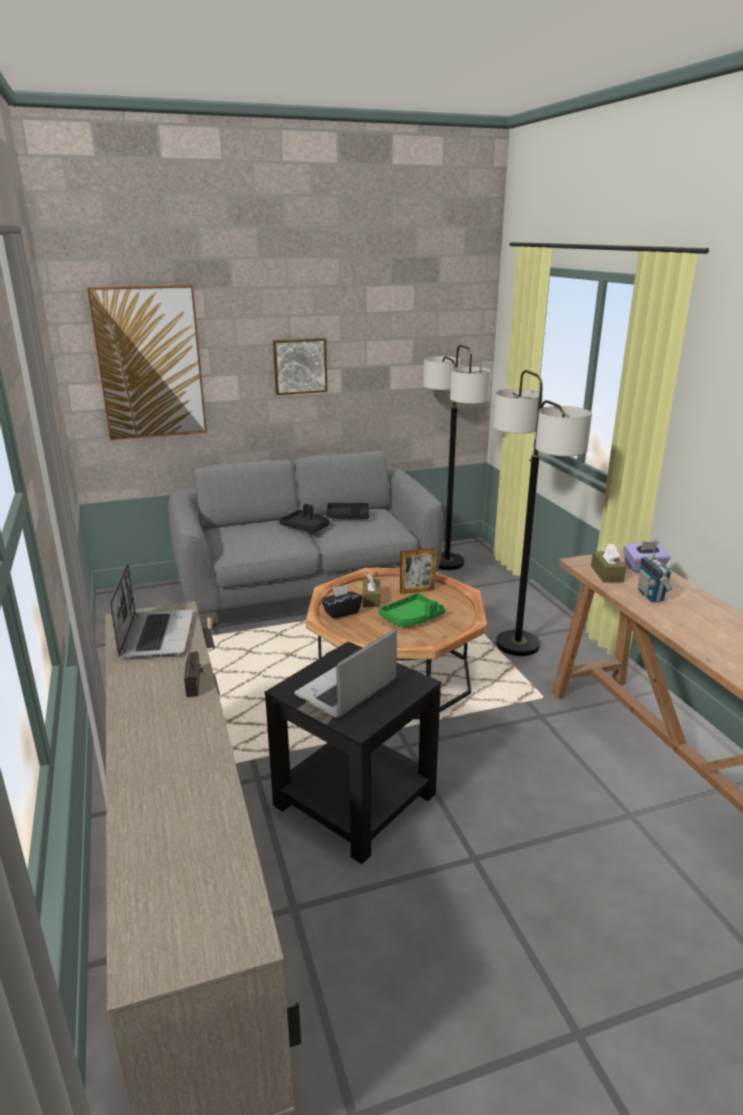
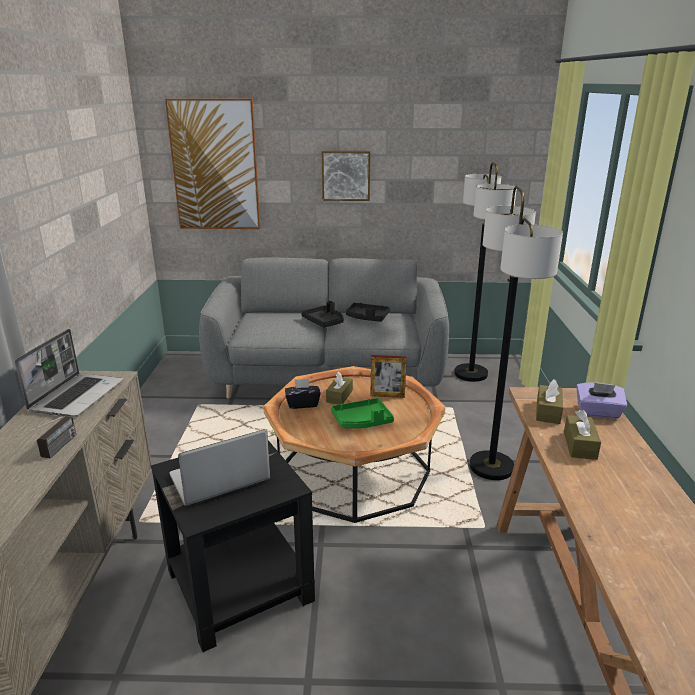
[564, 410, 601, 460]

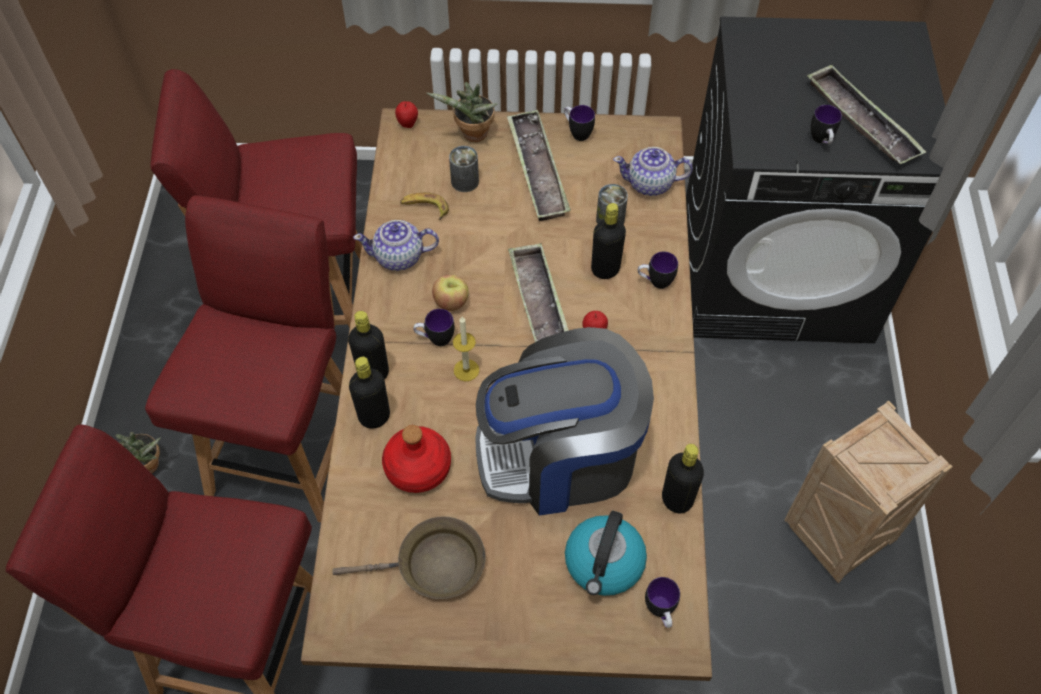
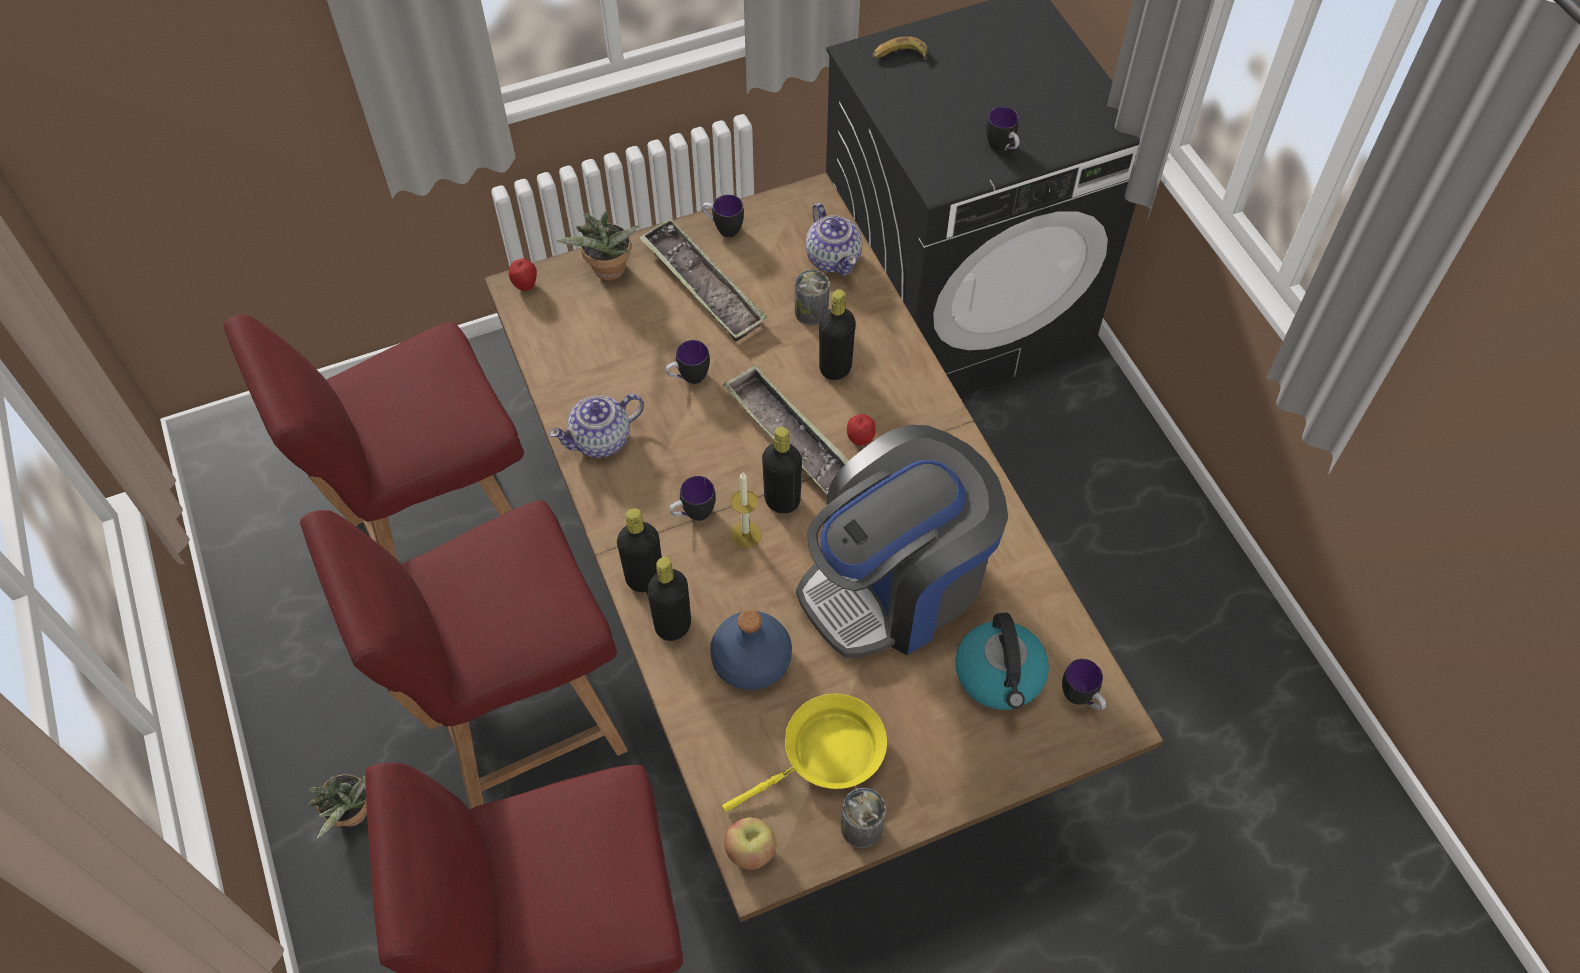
[807, 64, 926, 164] (first image)
[841, 788, 886, 848]
[806, 203, 862, 275]
[873, 36, 928, 60]
[300, 500, 627, 809]
[665, 340, 710, 384]
[724, 817, 777, 870]
[784, 400, 953, 583] (first image)
[710, 610, 792, 690]
[762, 427, 802, 513]
[722, 694, 887, 812]

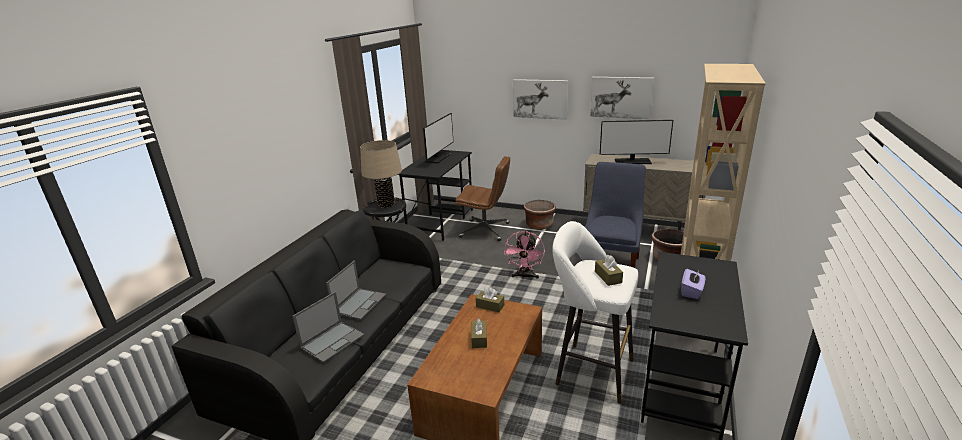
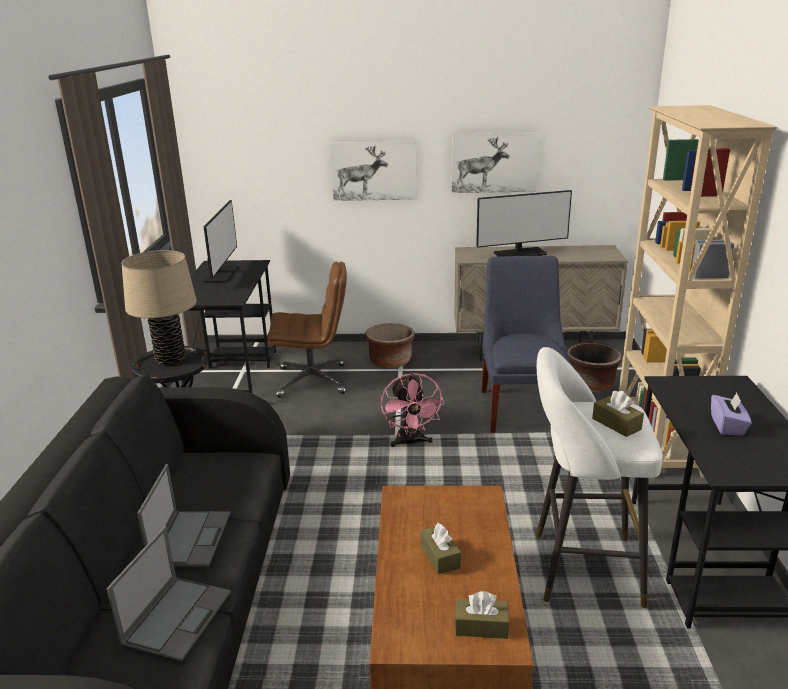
[455, 591, 509, 639]

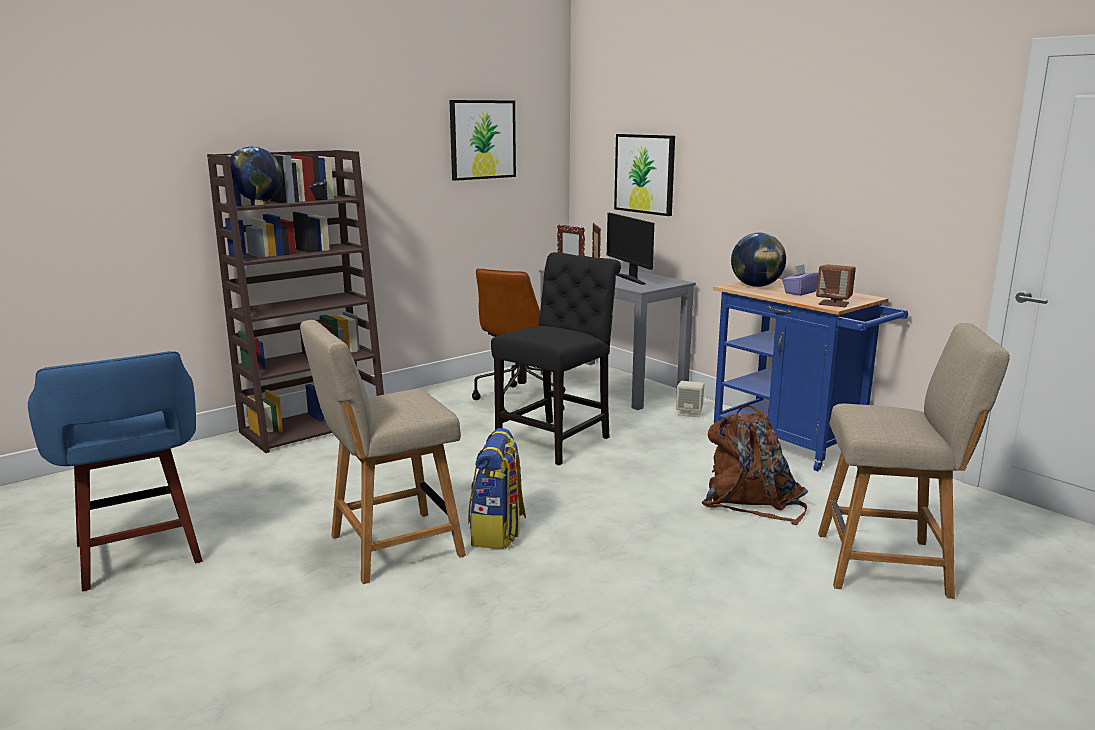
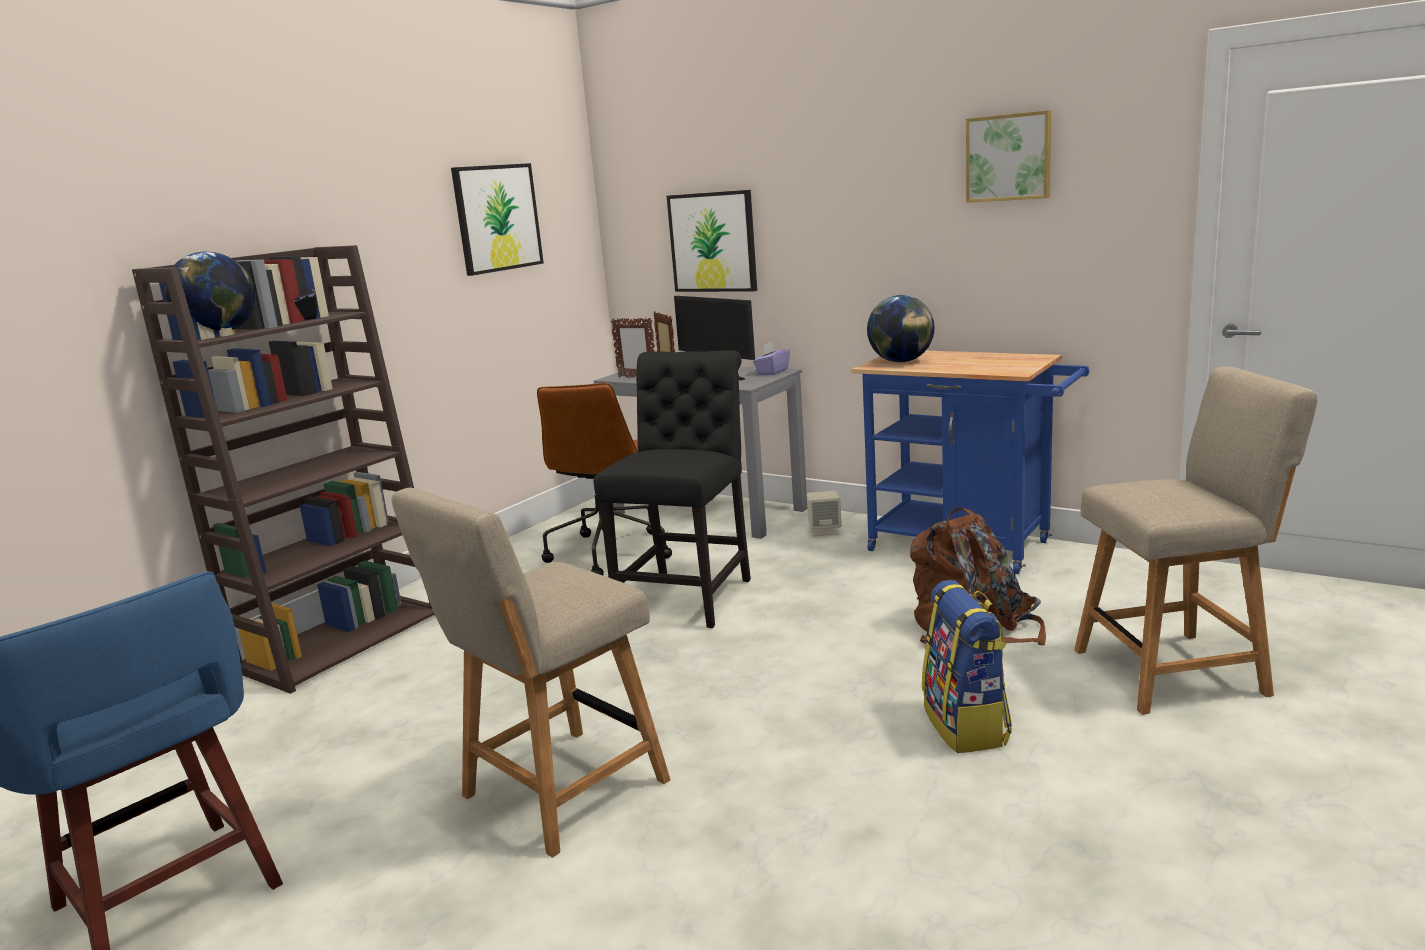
[753, 342, 790, 375]
[816, 264, 856, 307] (first image)
[922, 580, 1012, 753]
[966, 110, 1051, 203]

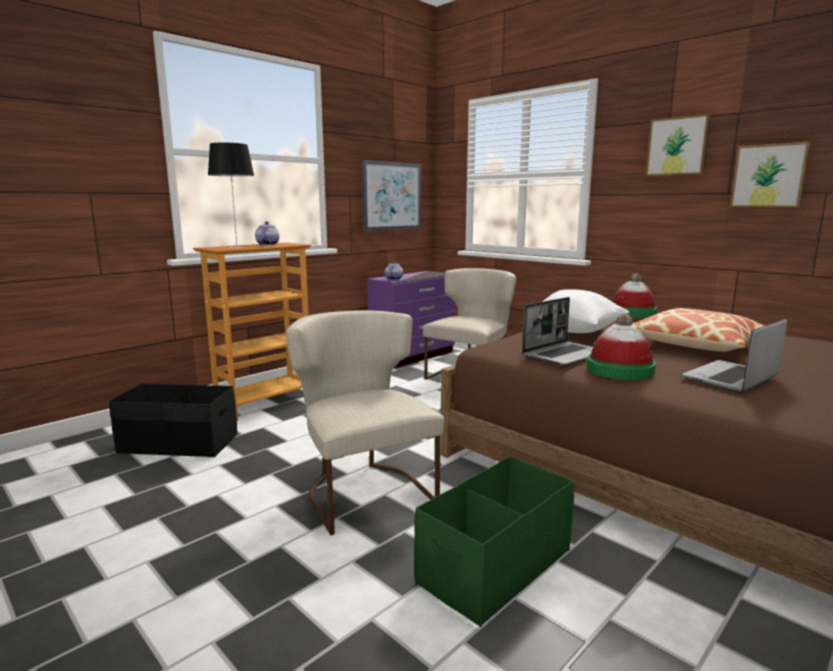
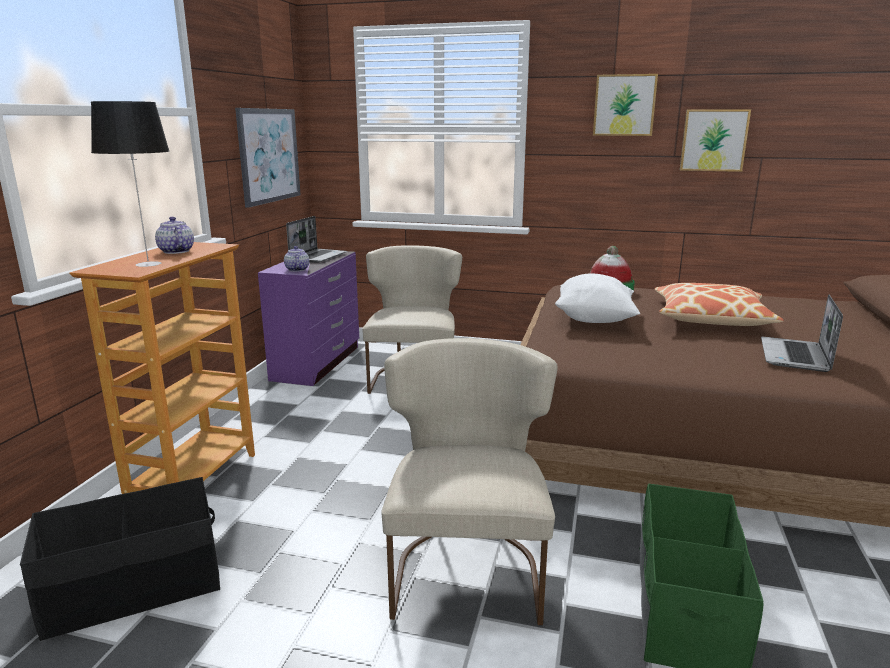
[286, 216, 347, 263]
[381, 338, 558, 625]
[587, 314, 656, 380] (first image)

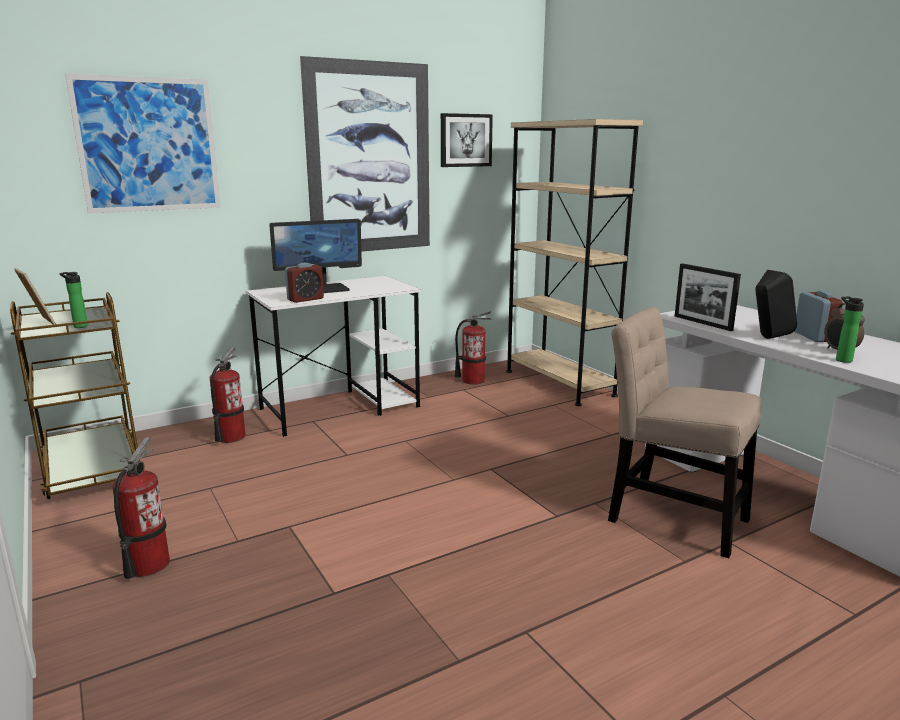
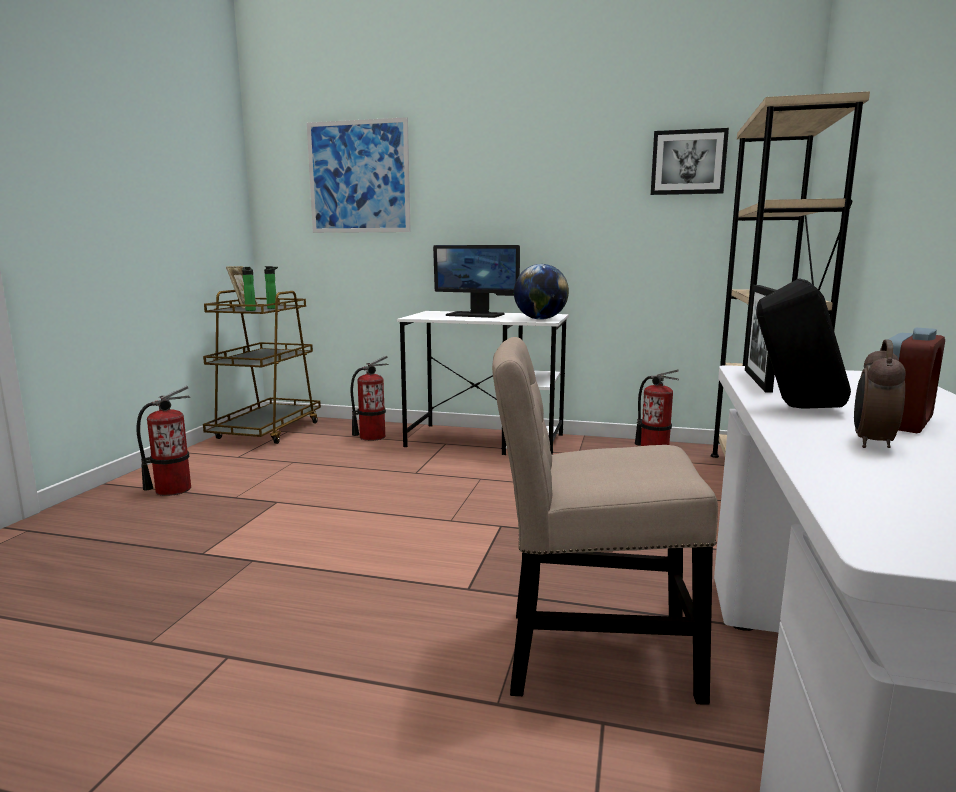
[300, 56, 430, 252] (first image)
[285, 263, 324, 303] (first image)
[264, 266, 278, 309]
[492, 337, 718, 705]
[514, 264, 569, 320]

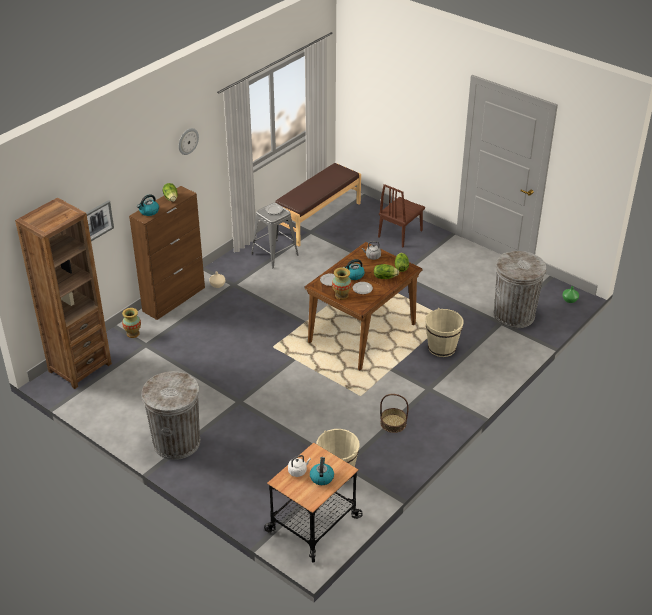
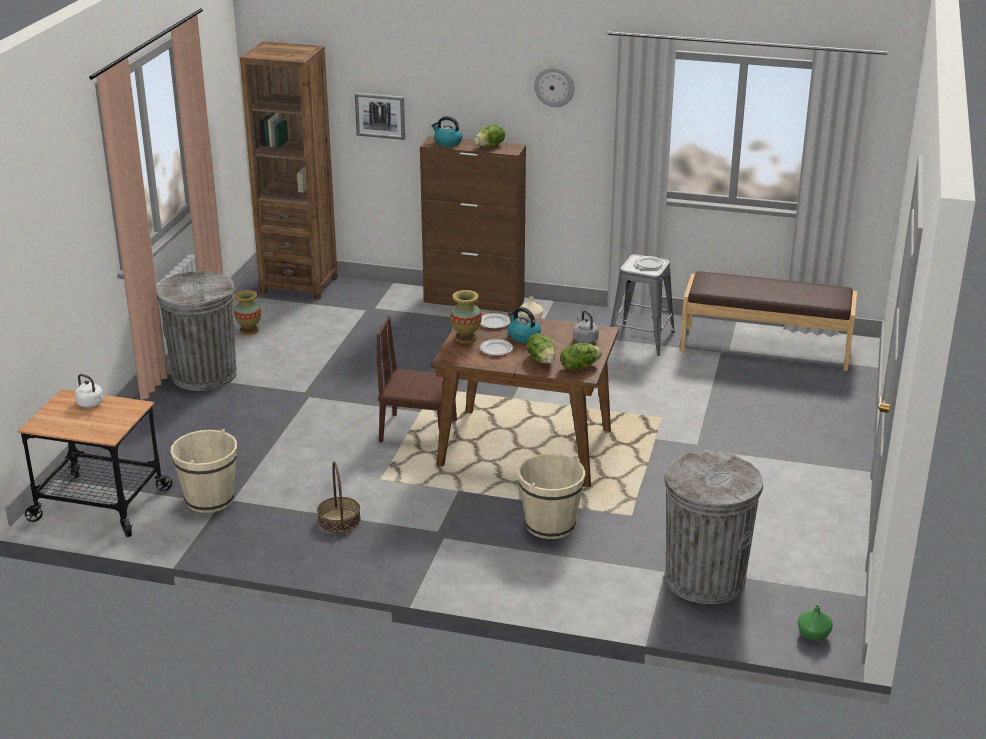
[377, 316, 457, 443]
[234, 290, 261, 335]
[310, 457, 334, 485] (first image)

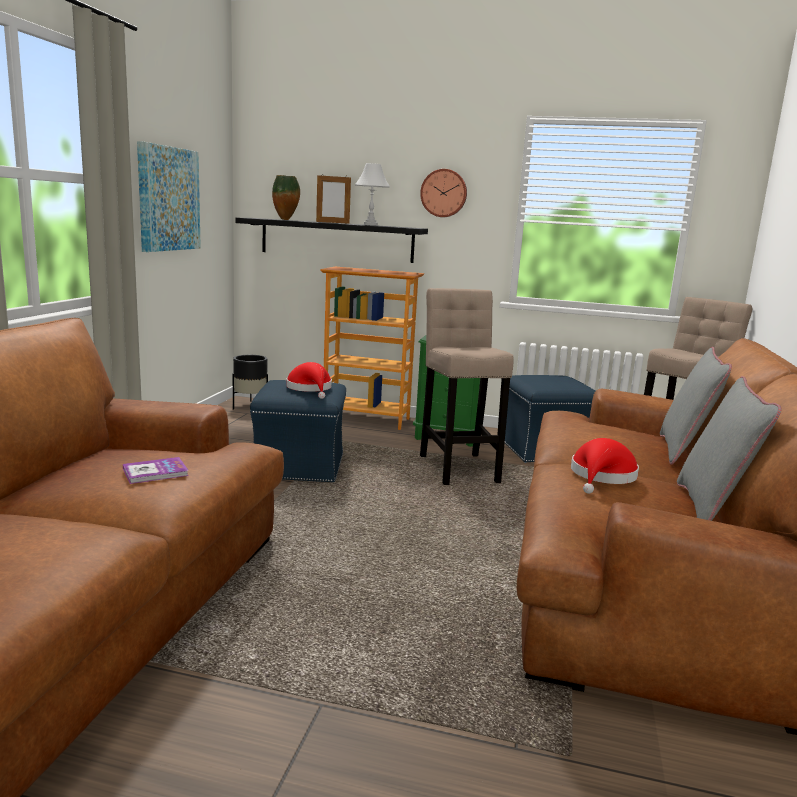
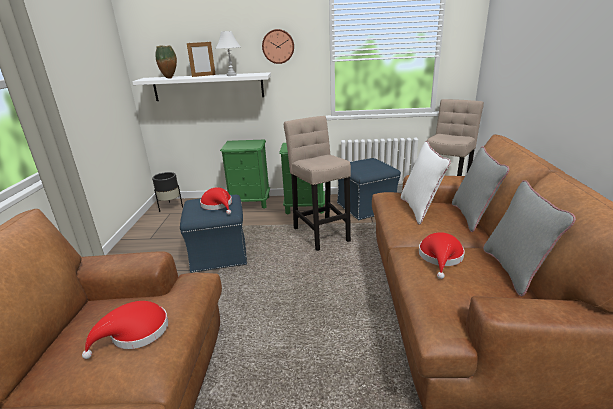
[137, 141, 201, 252] (first image)
[132, 72, 271, 101]
[220, 139, 270, 209]
[82, 301, 169, 359]
[401, 141, 451, 225]

